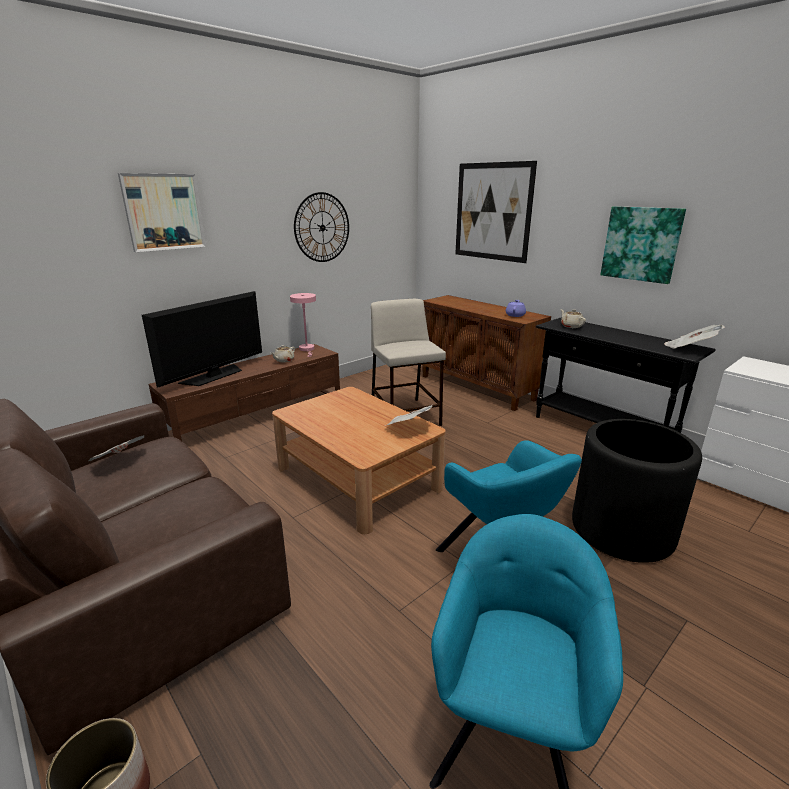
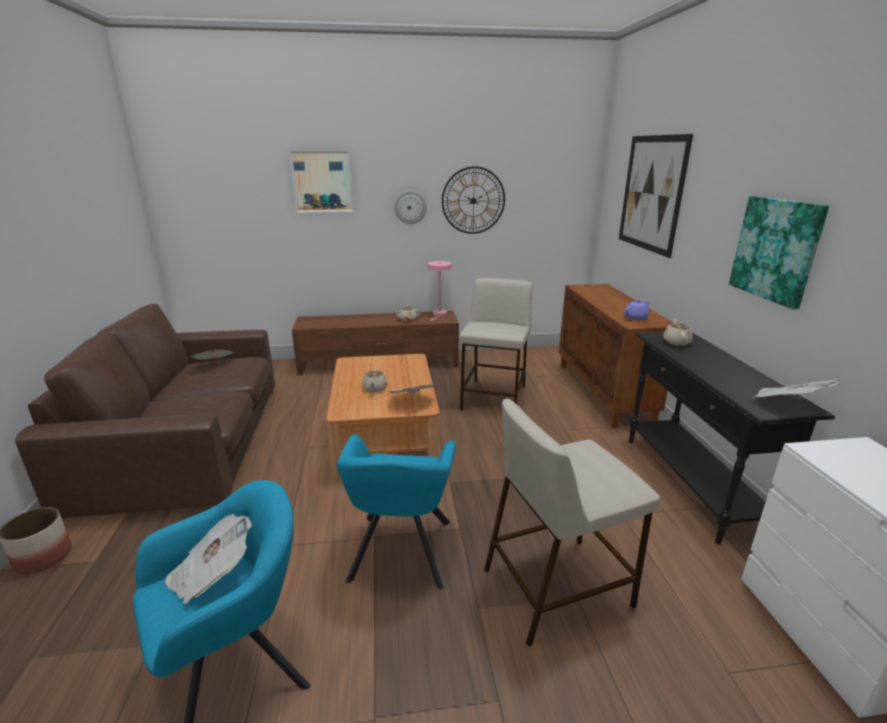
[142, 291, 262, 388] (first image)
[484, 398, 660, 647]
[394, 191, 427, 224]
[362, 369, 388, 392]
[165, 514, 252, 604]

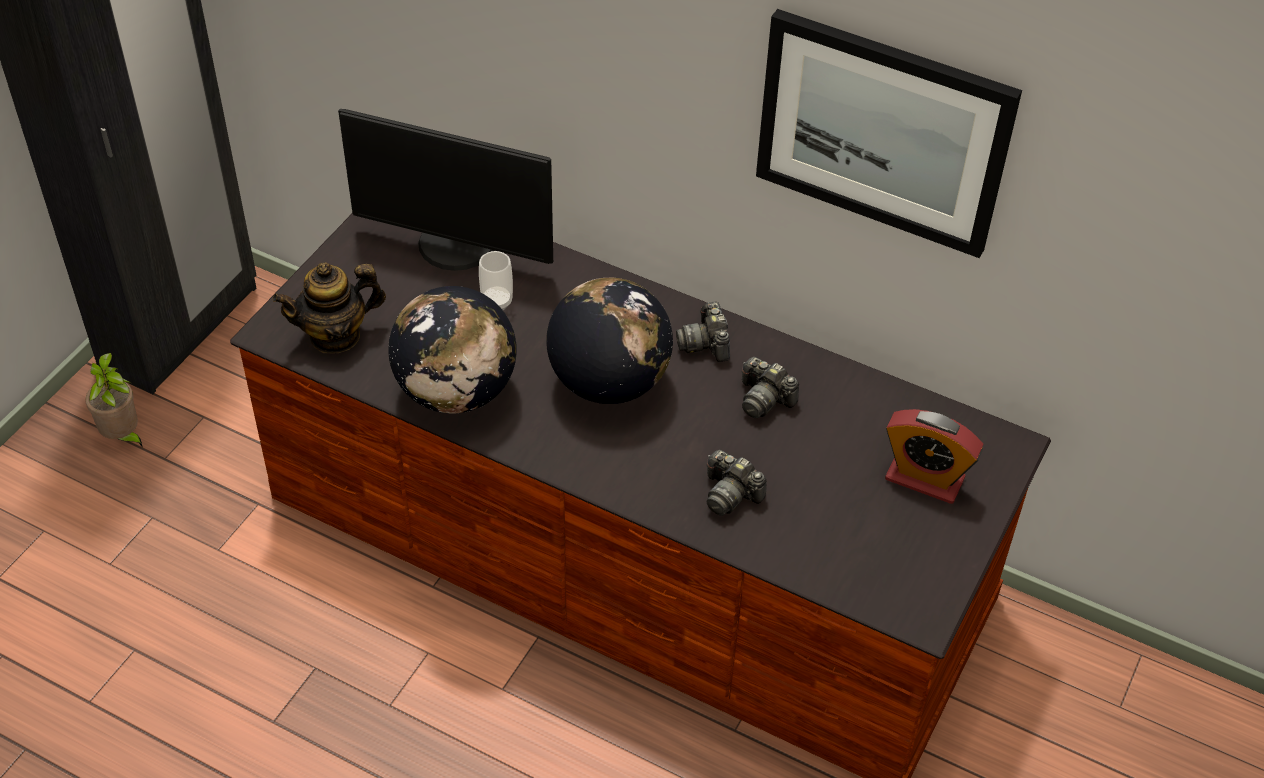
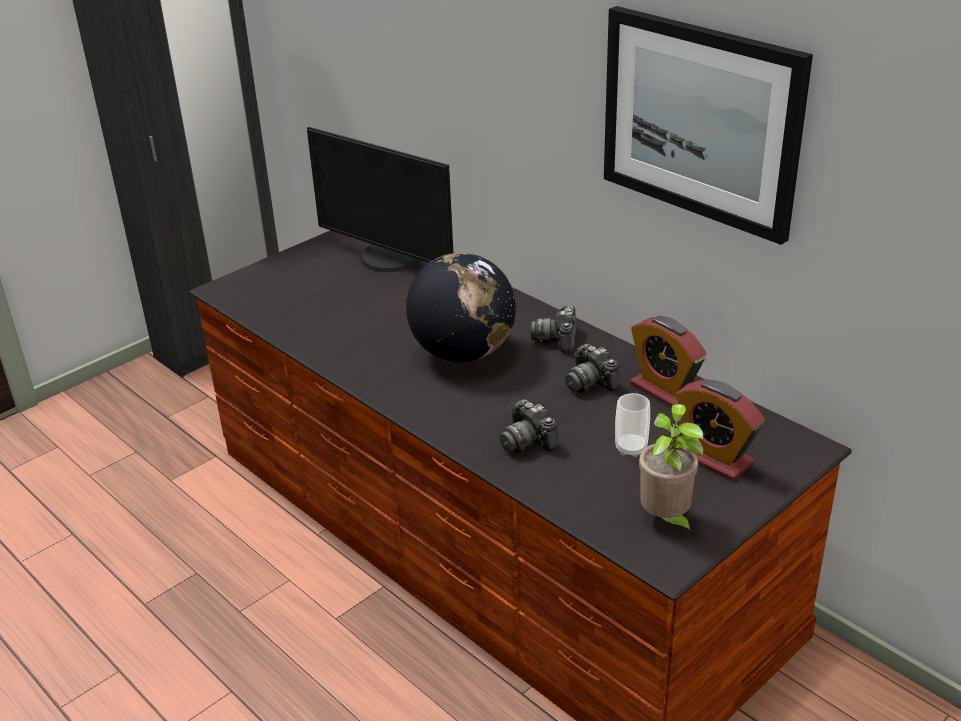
[615, 393, 650, 457]
[272, 262, 386, 353] (first image)
[388, 286, 517, 413] (first image)
[639, 404, 704, 537]
[631, 316, 706, 407]

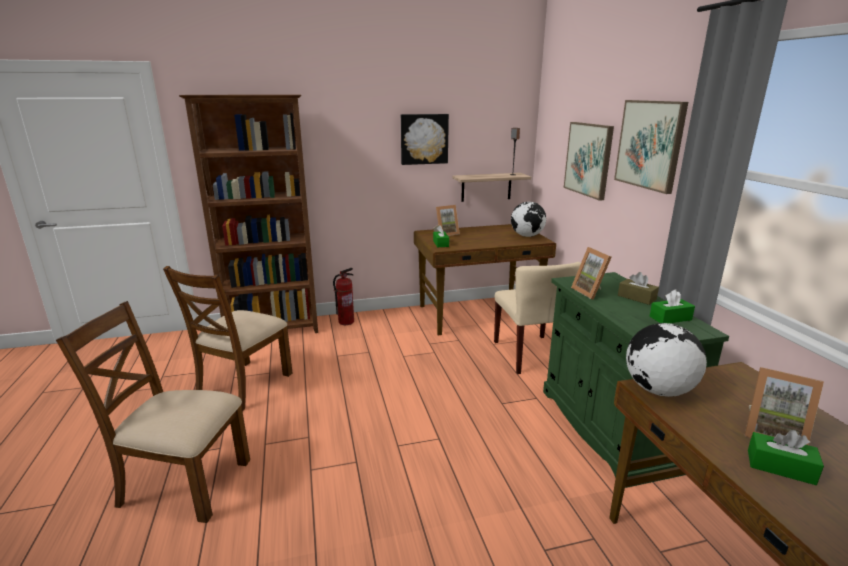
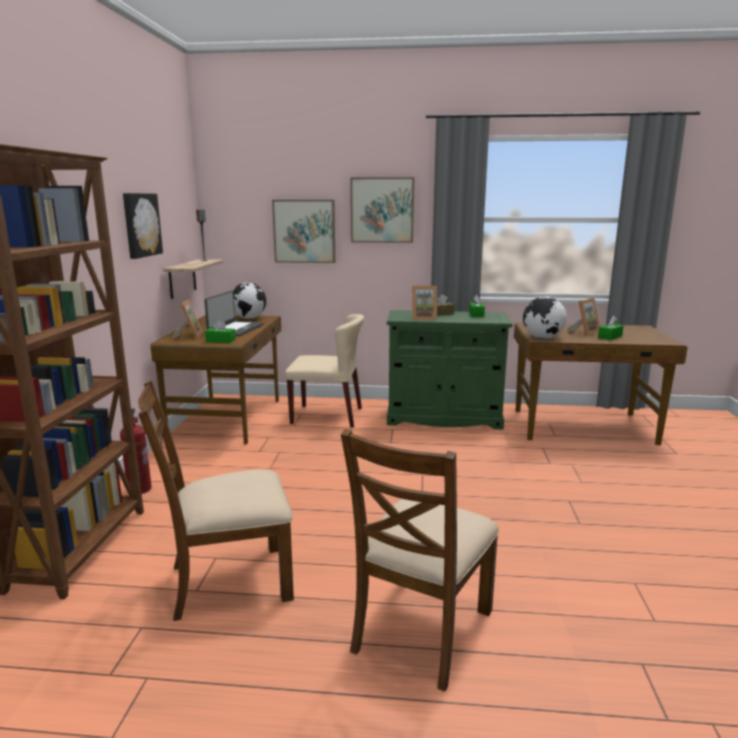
[138, 380, 294, 621]
[204, 290, 264, 336]

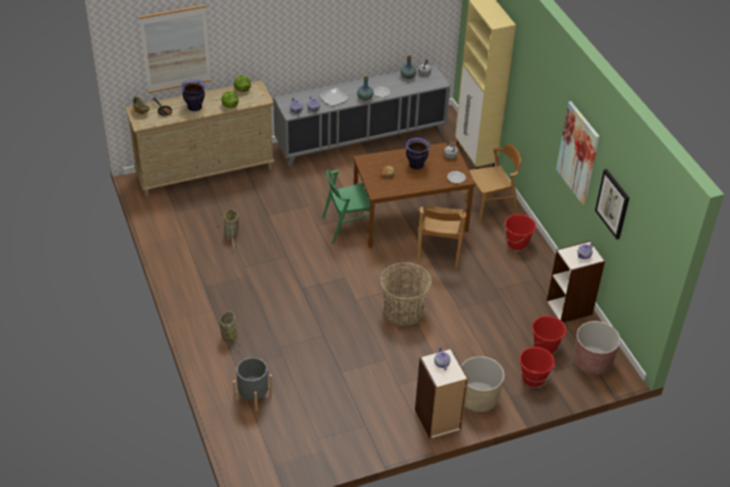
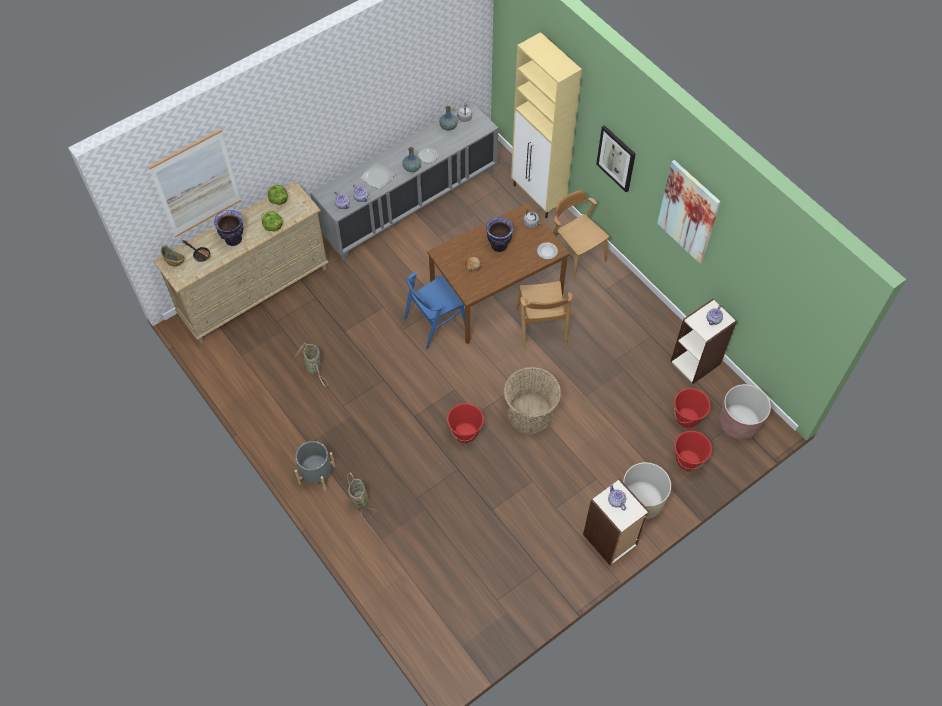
[553, 190, 609, 281]
[596, 125, 636, 192]
[404, 272, 465, 350]
[447, 403, 484, 443]
[295, 441, 335, 491]

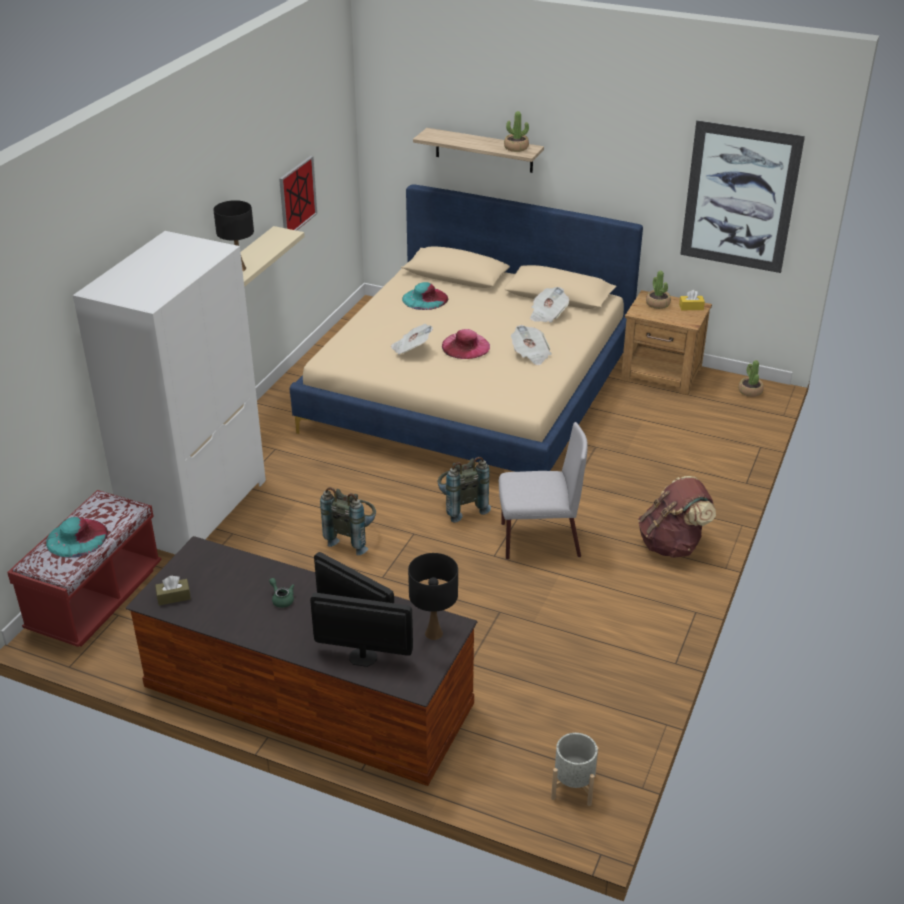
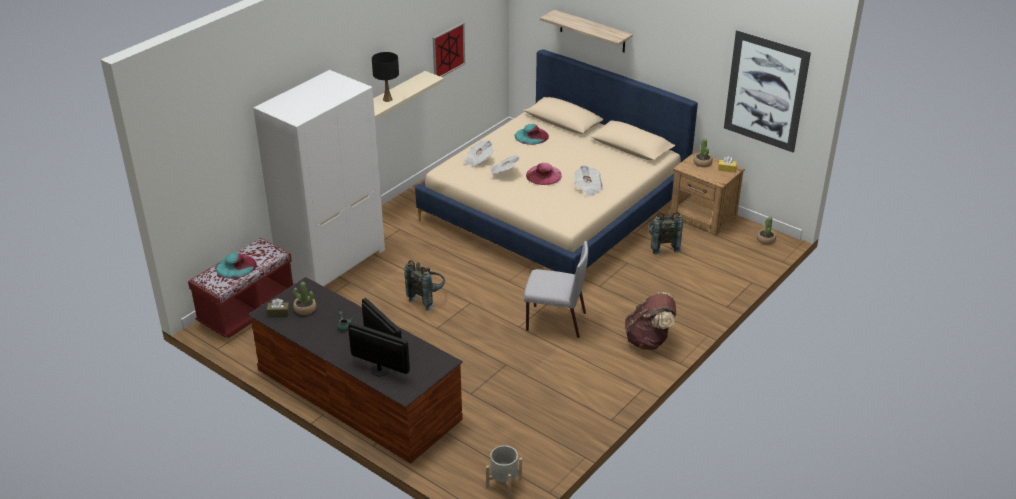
[293, 282, 316, 315]
[463, 141, 494, 167]
[648, 212, 683, 255]
[408, 553, 458, 640] (first image)

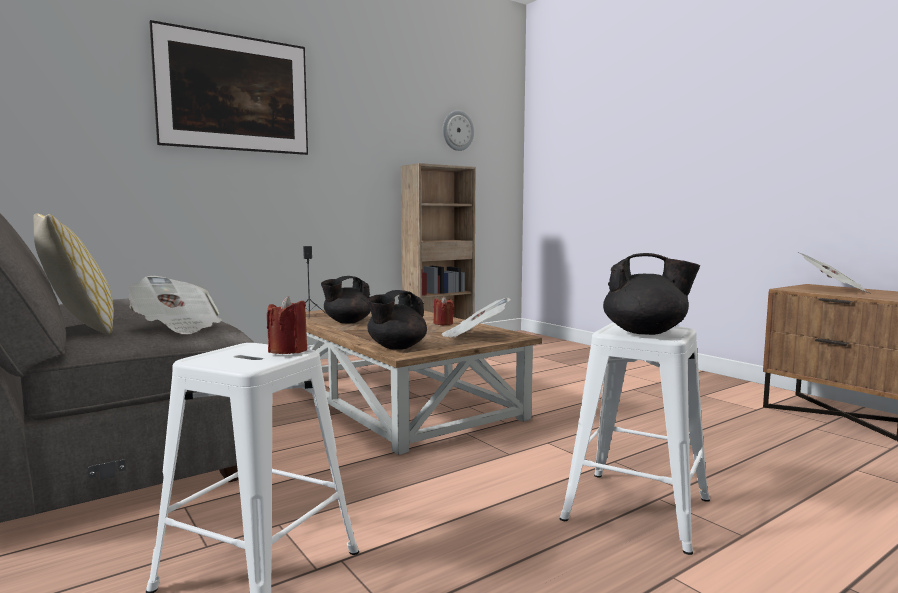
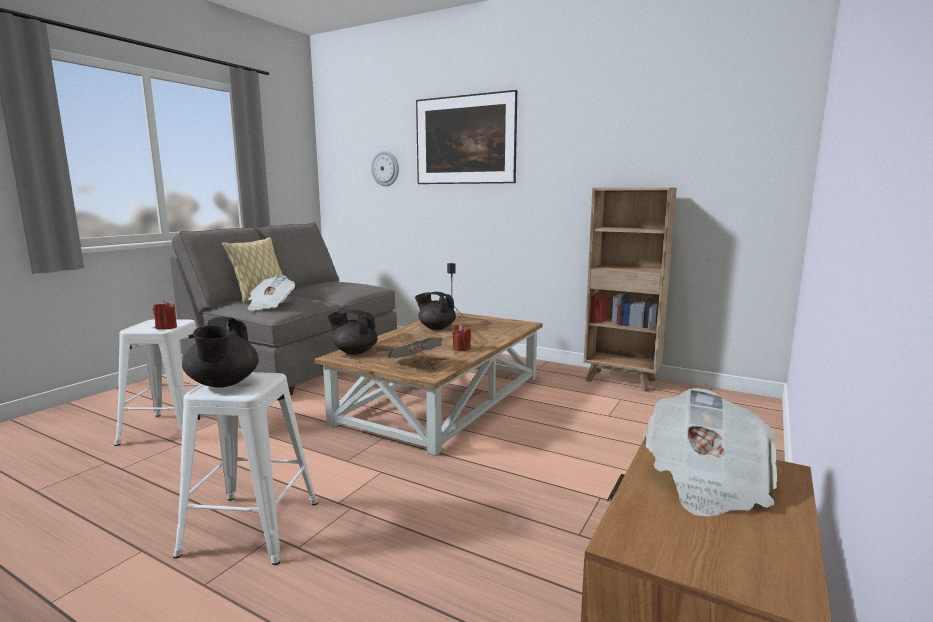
[371, 151, 399, 186]

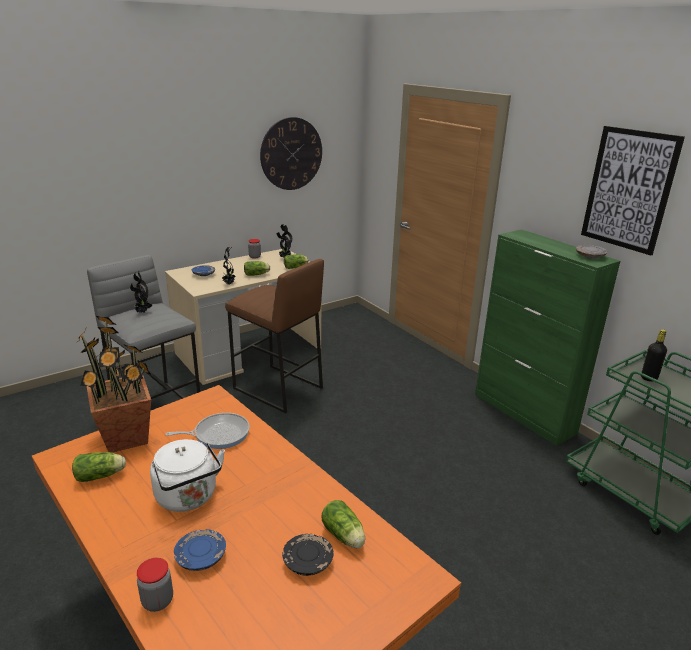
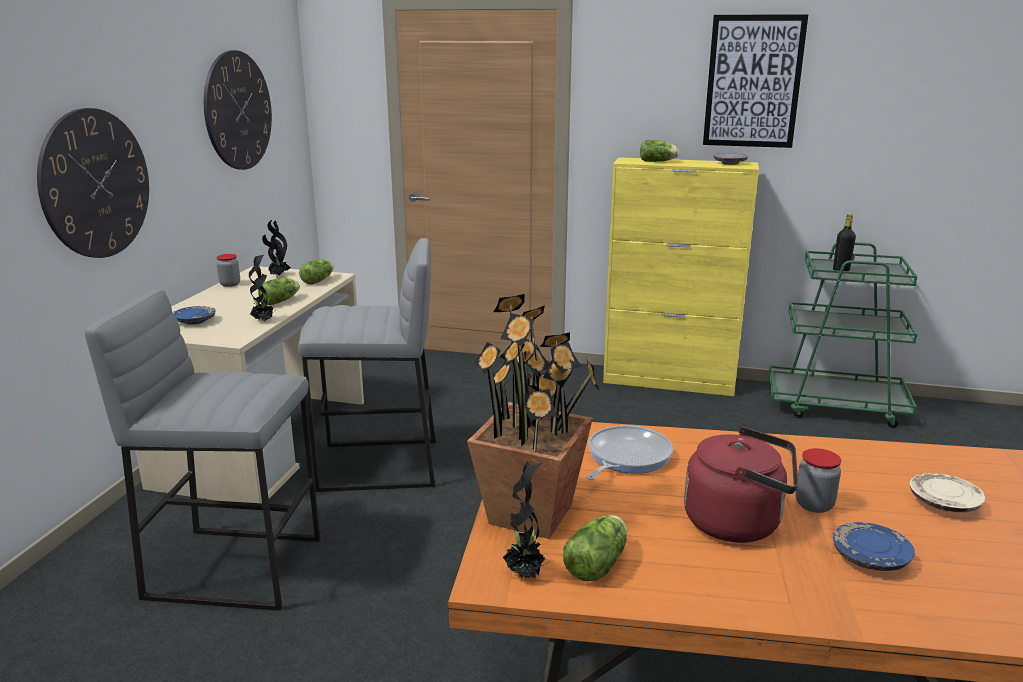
[603, 157, 759, 396]
[298, 238, 436, 492]
[503, 462, 550, 578]
[684, 427, 798, 543]
[640, 140, 679, 162]
[910, 473, 986, 513]
[795, 448, 841, 513]
[37, 108, 149, 258]

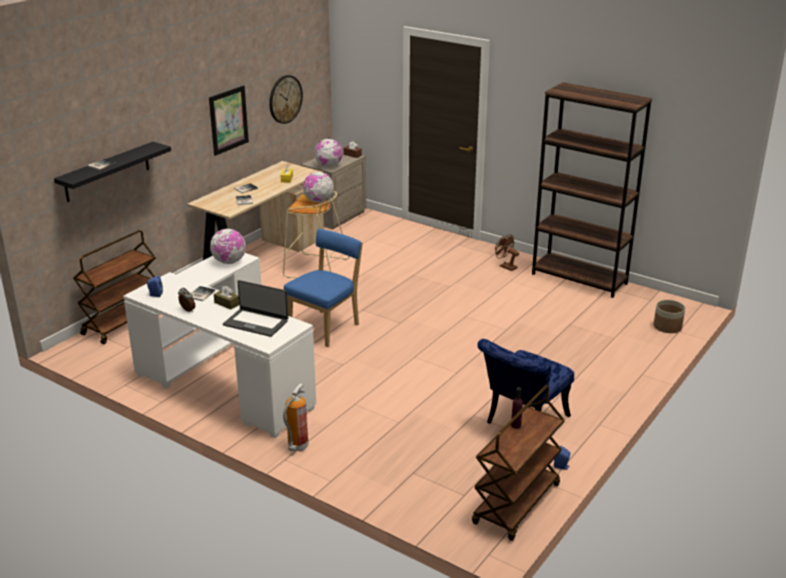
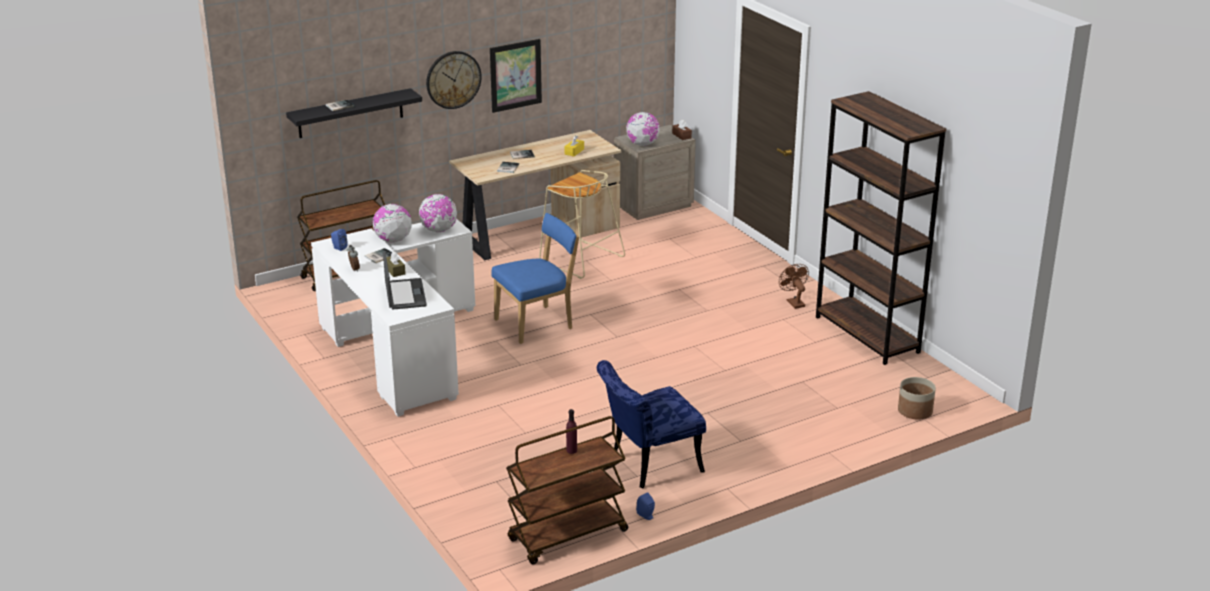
[426, 51, 482, 109]
[373, 204, 412, 243]
[383, 251, 427, 310]
[283, 383, 309, 452] (first image)

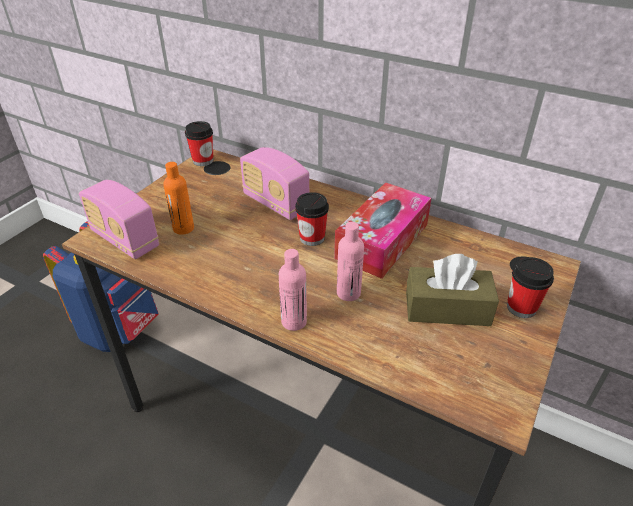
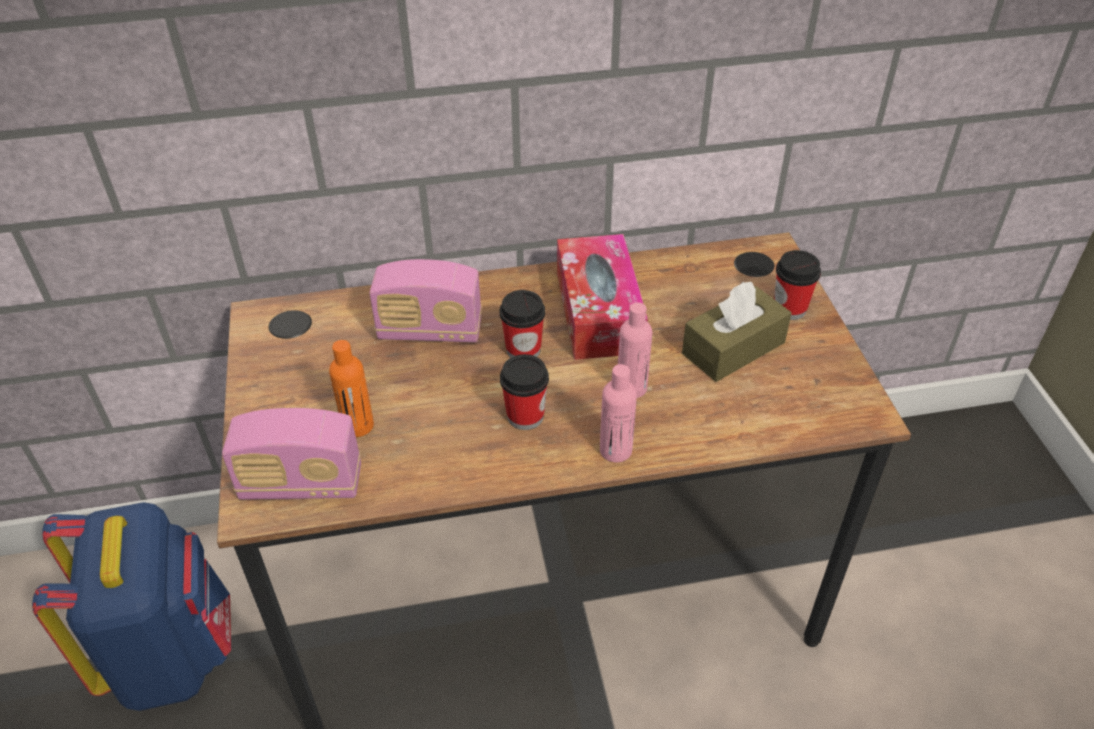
[500, 354, 549, 430]

